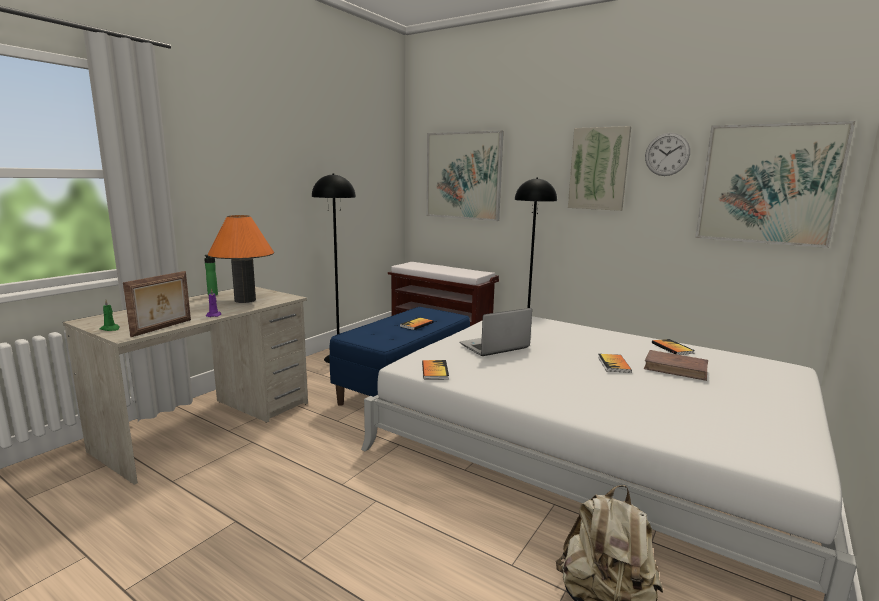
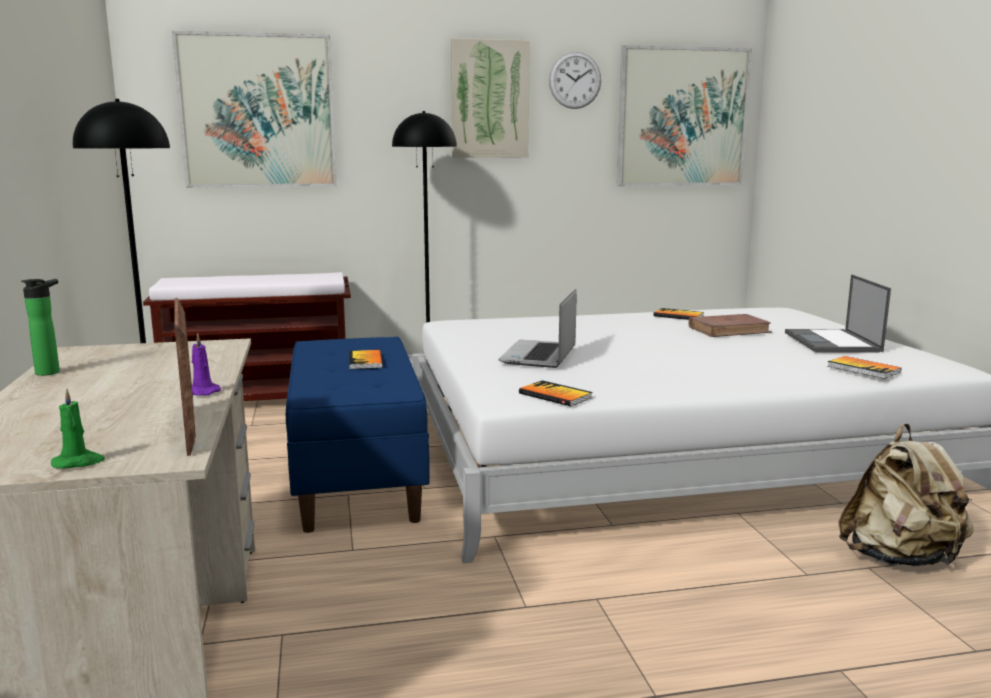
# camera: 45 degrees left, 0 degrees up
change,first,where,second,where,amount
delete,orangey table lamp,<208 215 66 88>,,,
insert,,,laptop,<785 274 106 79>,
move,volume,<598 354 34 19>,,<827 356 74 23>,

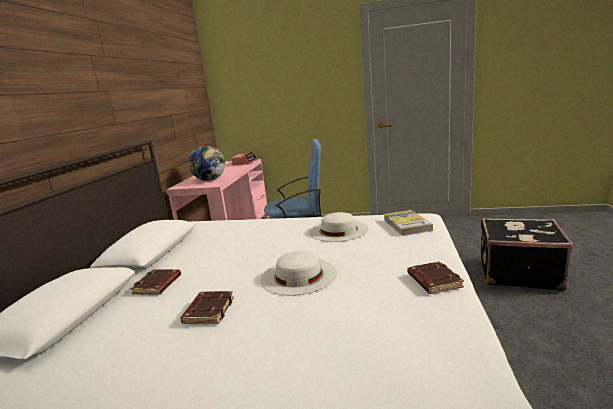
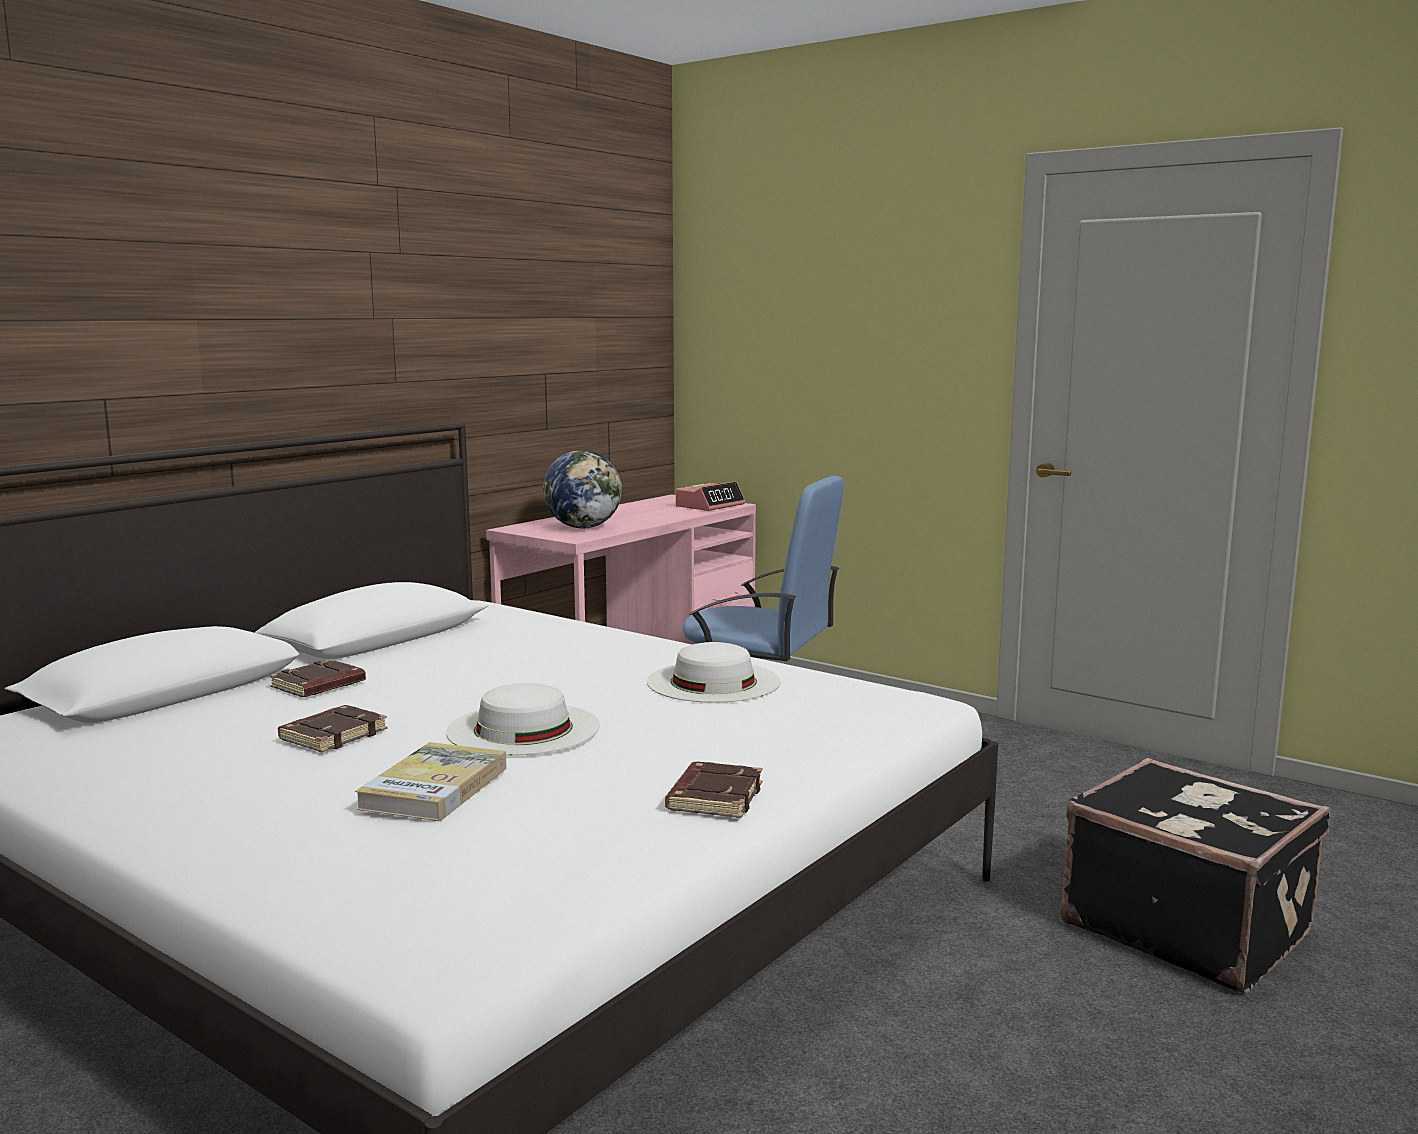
# camera: 25 degrees right, 5 degrees down
change,first,where,second,where,amount
move,volume,<384 210 49 26>,,<355 742 152 79>,

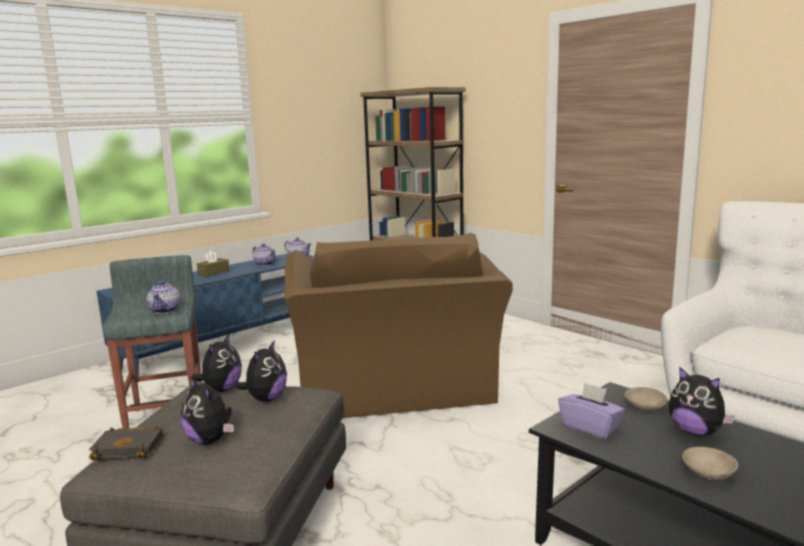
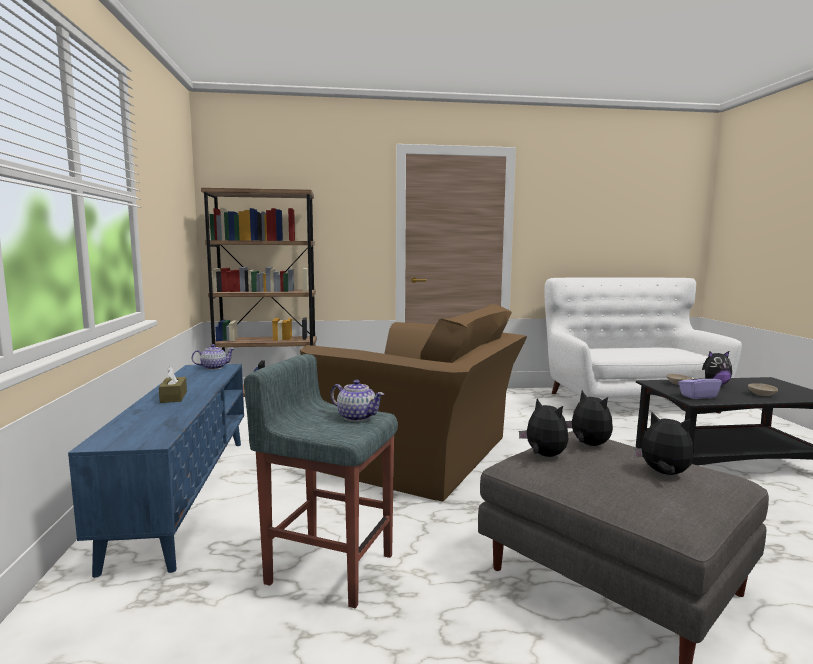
# camera: 55 degrees left, 5 degrees down
change,first,where,second,where,amount
delete,blackish volume,<89 426 74 34>,,,
delete,teapot,<253 243 23 23>,,,
rotate,soft toy,<181 377 53 68>,,<634 411 60 64>,135 degrees counterclockwise

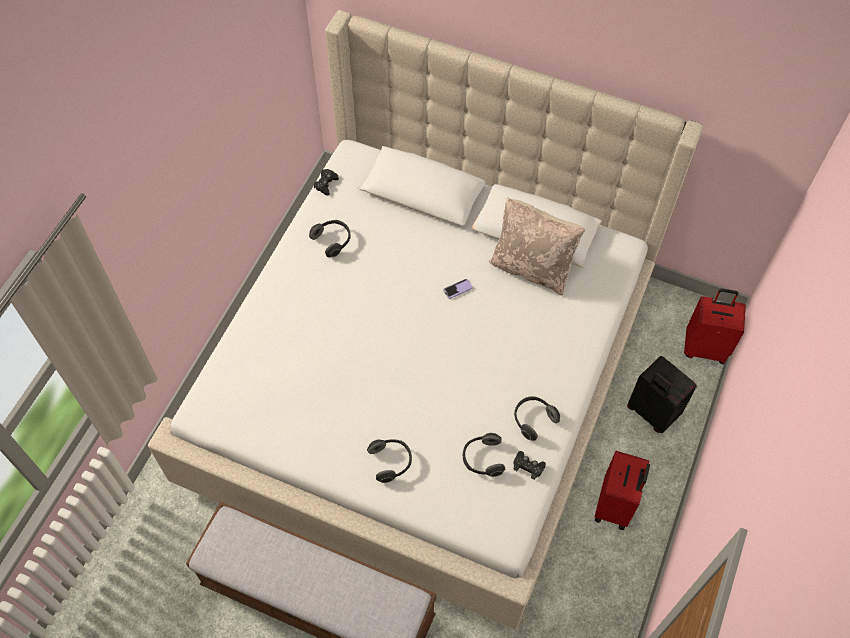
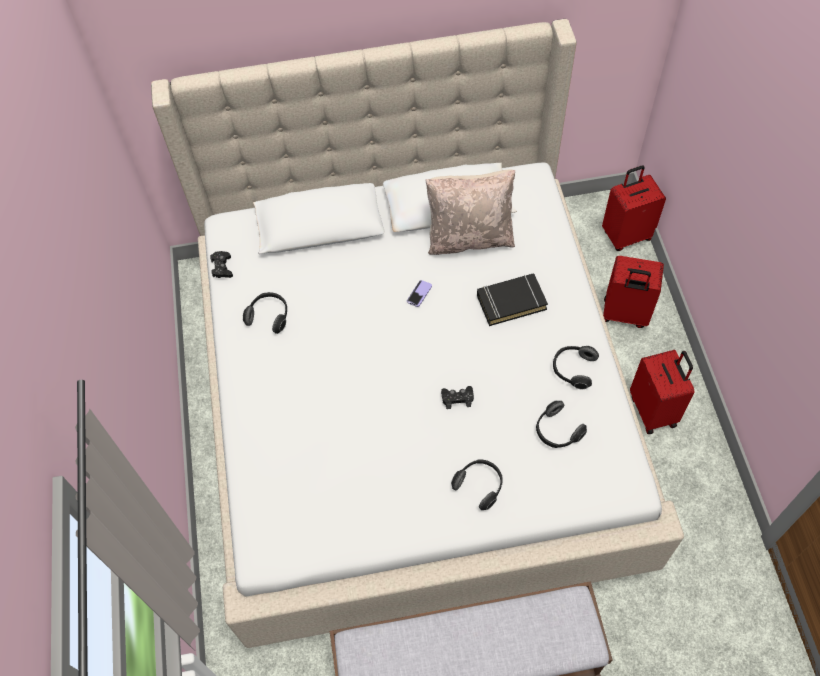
# camera: 30 degrees left, 0 degrees up
change,first,where,second,where,amount
insert,,,blackish volume,<477 273 71 53>,
move,blackish gamepad,<513 451 33 29>,,<441 386 33 23>,
recolor,blackish suitcase,<627 356 70 77>,red suitcase,<603 256 61 72>,

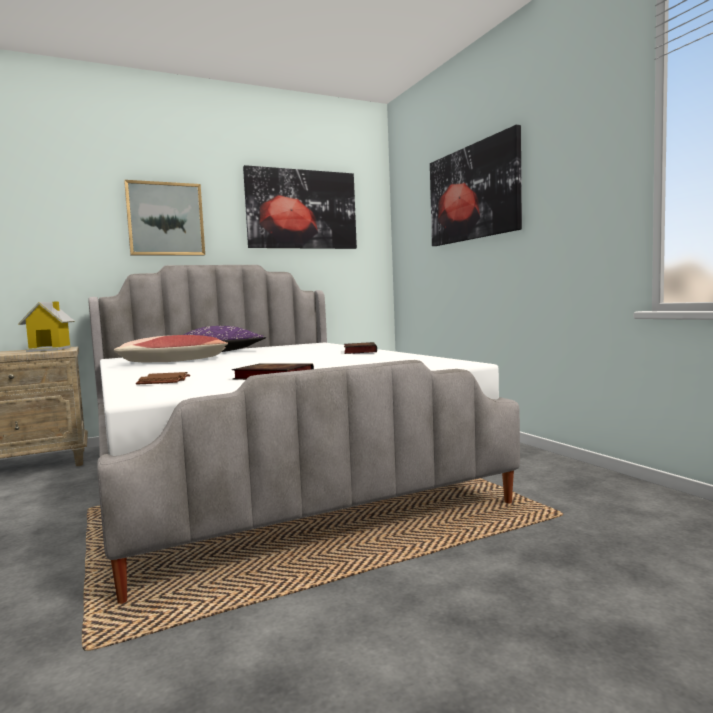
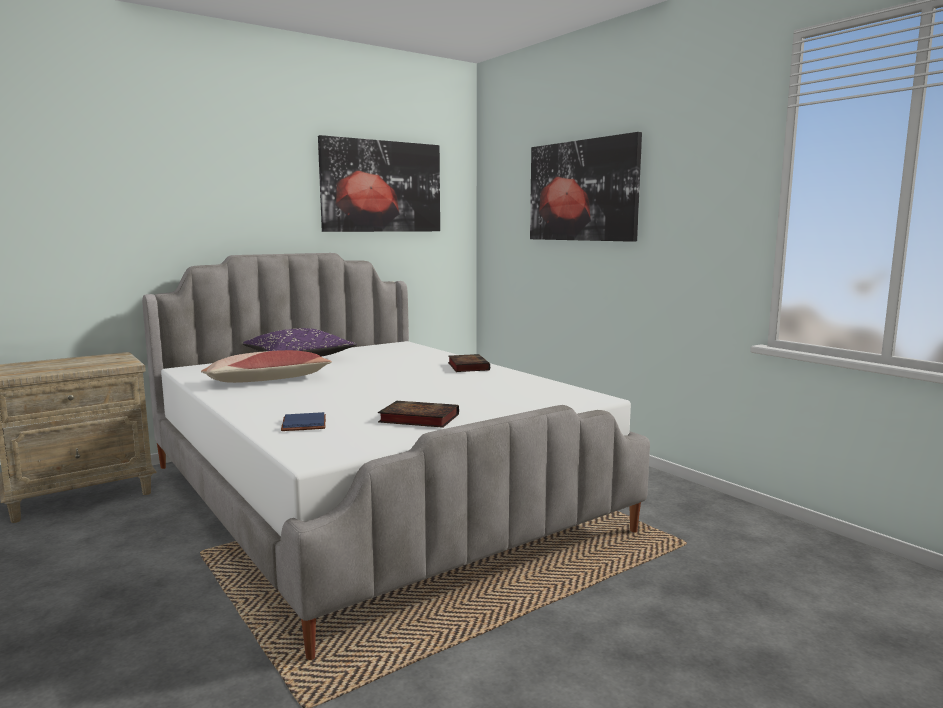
# camera: 10 degrees left, 5 degrees up
change,first,where,second,where,amount
delete,miniature house,<18 301 56 51>,,,
delete,picture,<124 180 81 75>,,,
recolor,brownish volume,<136 372 54 12>,bluish volume,<281 412 45 19>,

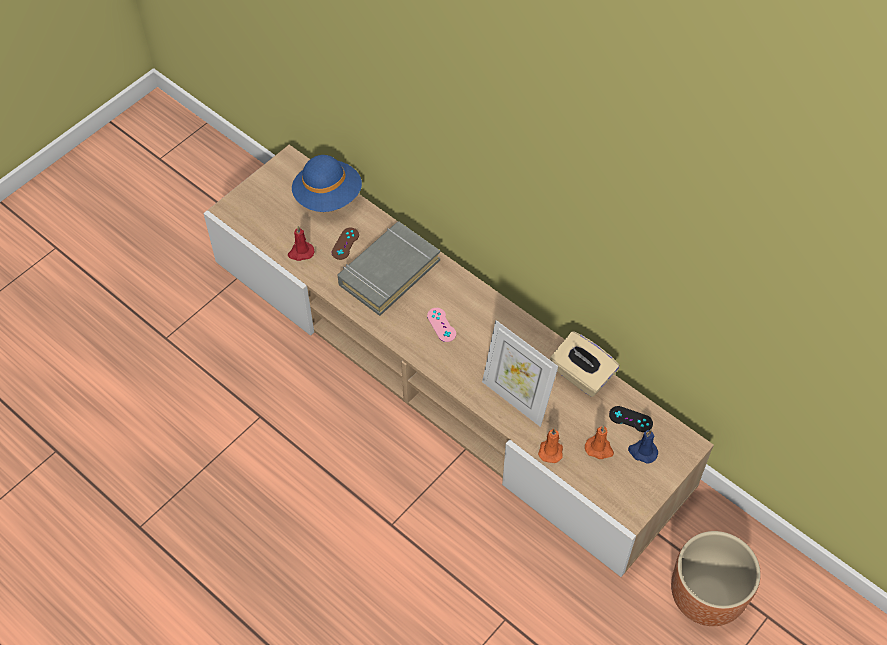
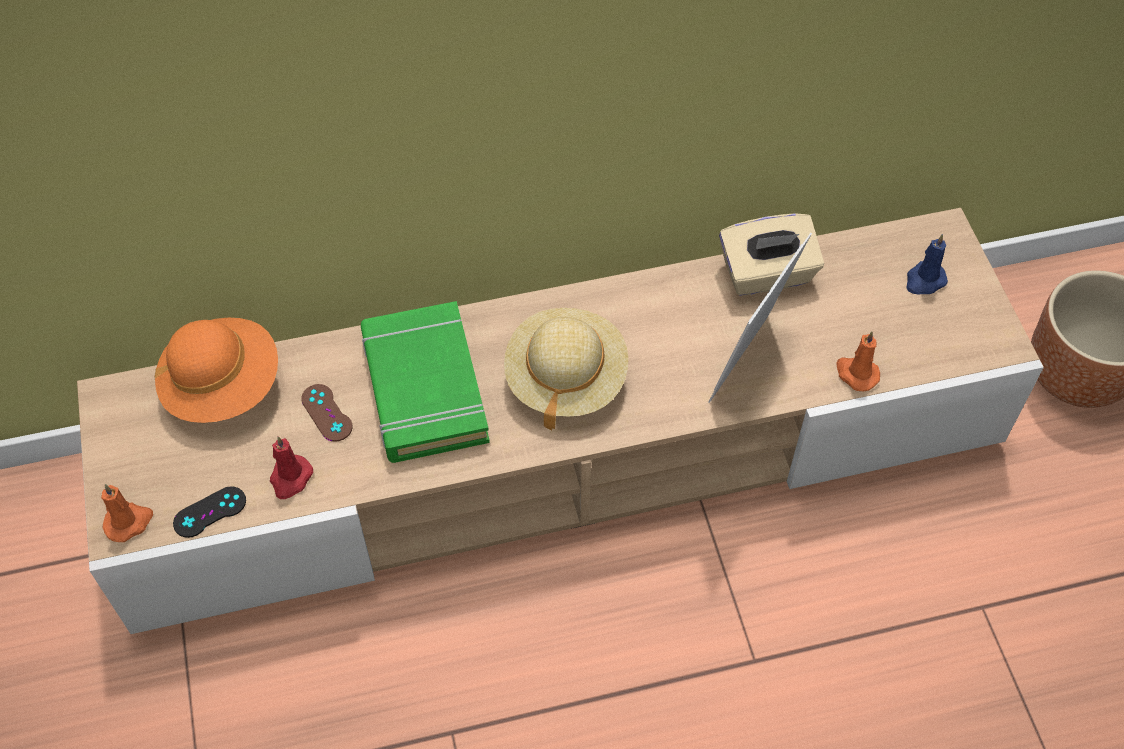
# camera: 55 degrees left, 0 degrees up
change,first,where,second,where,amount
move,orangey wax candle,<585 425 29 34>,,<101 484 52 58>,
move,blackish gamepad,<609 406 44 26>,,<173 486 73 52>,
replace,pink gamepad,<427 308 29 34>,sand-coloured clothing hat,<504 308 124 122>,
recolor,bluish clothing hat,<292 155 70 57>,orangey clothing hat,<154 318 124 105>,
recolor,grey volume,<338 222 102 94>,green volume,<361 301 129 162>,
rotate,photo frame,<482 320 76 107>,,<709 233 103 170>,135 degrees clockwise

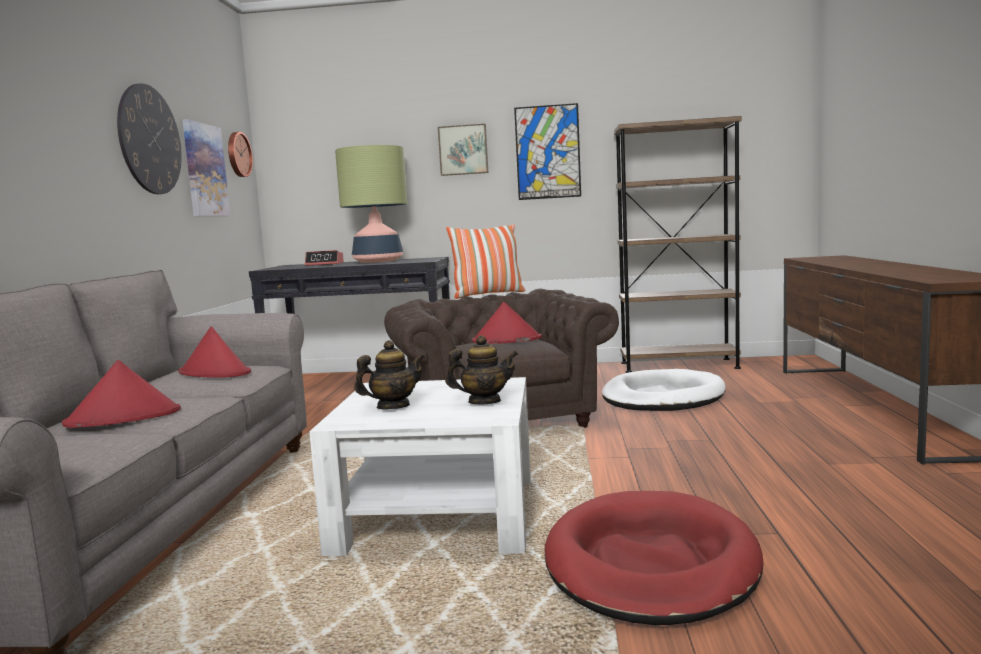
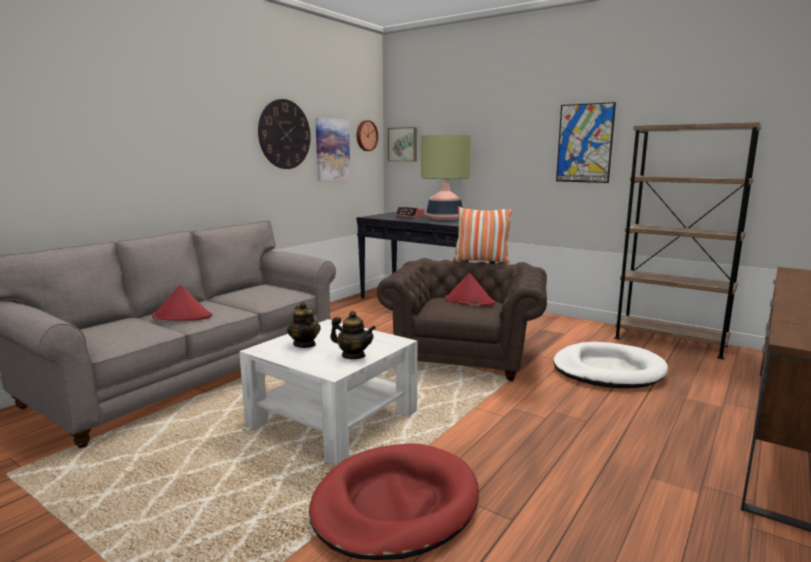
# camera: 30 degrees right, 5 degrees up
change,first,where,second,where,amount
delete,red clothing hat,<178 326 73 52>,,,
move,picture,<438 124 50 52>,,<388 127 29 34>,
rotate,teapot,<354 340 71 69>,,<287 302 34 46>,60 degrees clockwise

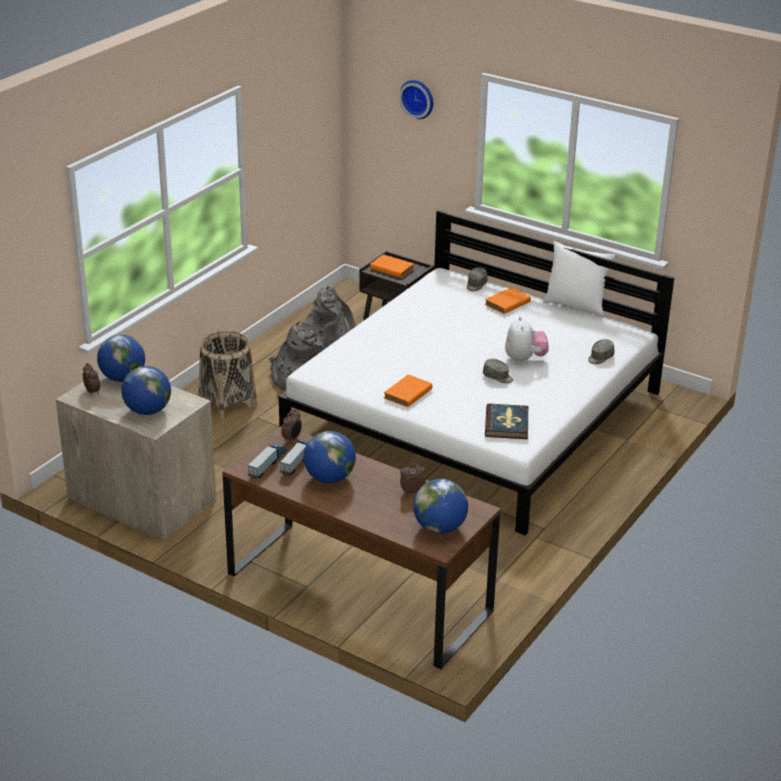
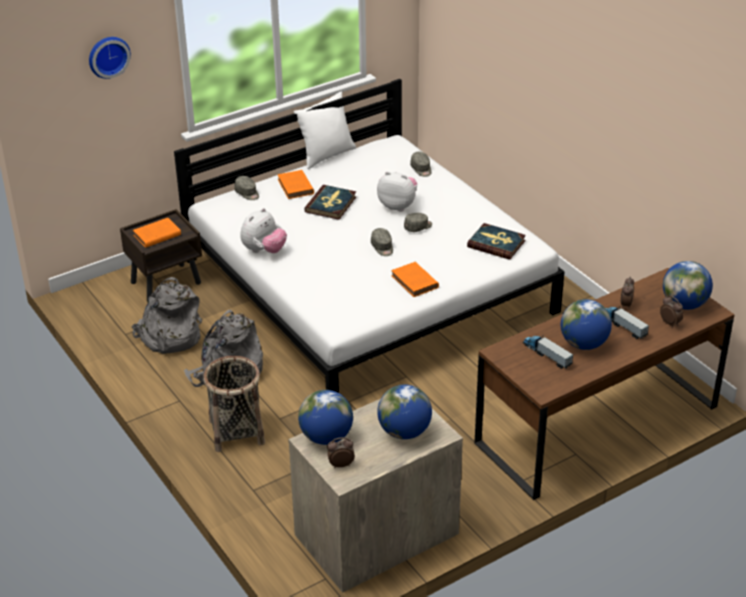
# camera: 65 degrees left, 5 degrees up
change,first,where,second,where,amount
insert,,,soft toy,<241 208 46 45>,
insert,,,volume,<304 185 52 35>,
insert,,,grey cap,<371 228 22 28>,
move,toy truck,<248 444 39 35>,,<606 306 43 33>,
move,table clock,<281 409 21 35>,,<660 295 23 33>,

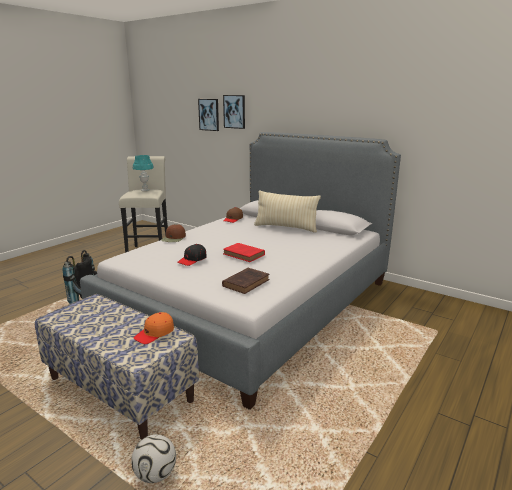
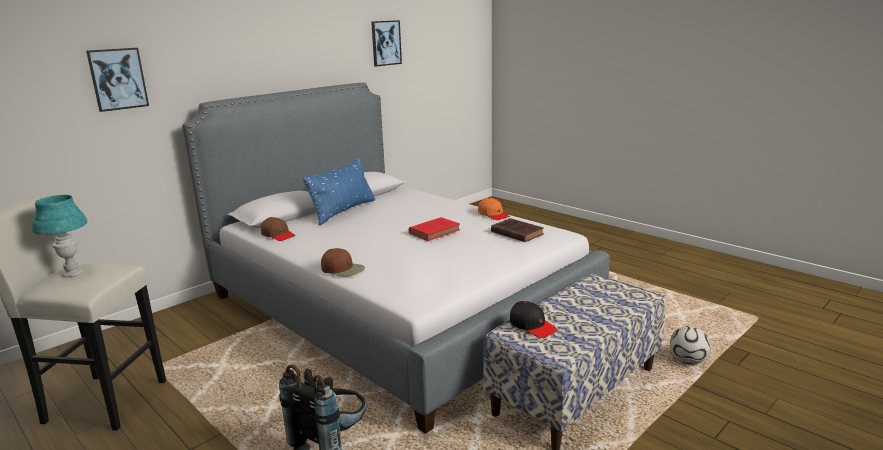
# camera: 80 degrees left, 0 degrees up
change,first,where,second,where,amount
move,orangey cap,<134 312 40 32>,,<478 197 32 23>,
move,blackish cap,<177 244 30 22>,,<510 301 47 37>,
move,picture,<198 99 21 32>,,<371 20 31 46>,
recolor,sand-coloured pillow,<254 190 67 43>,bluish pillow,<303 158 72 67>,

